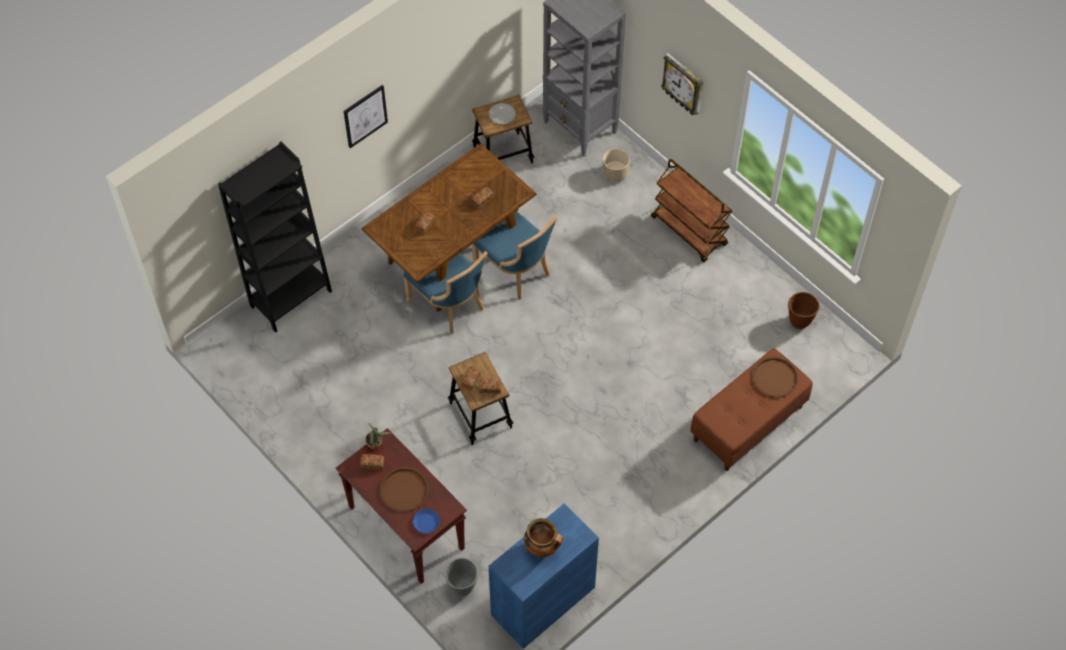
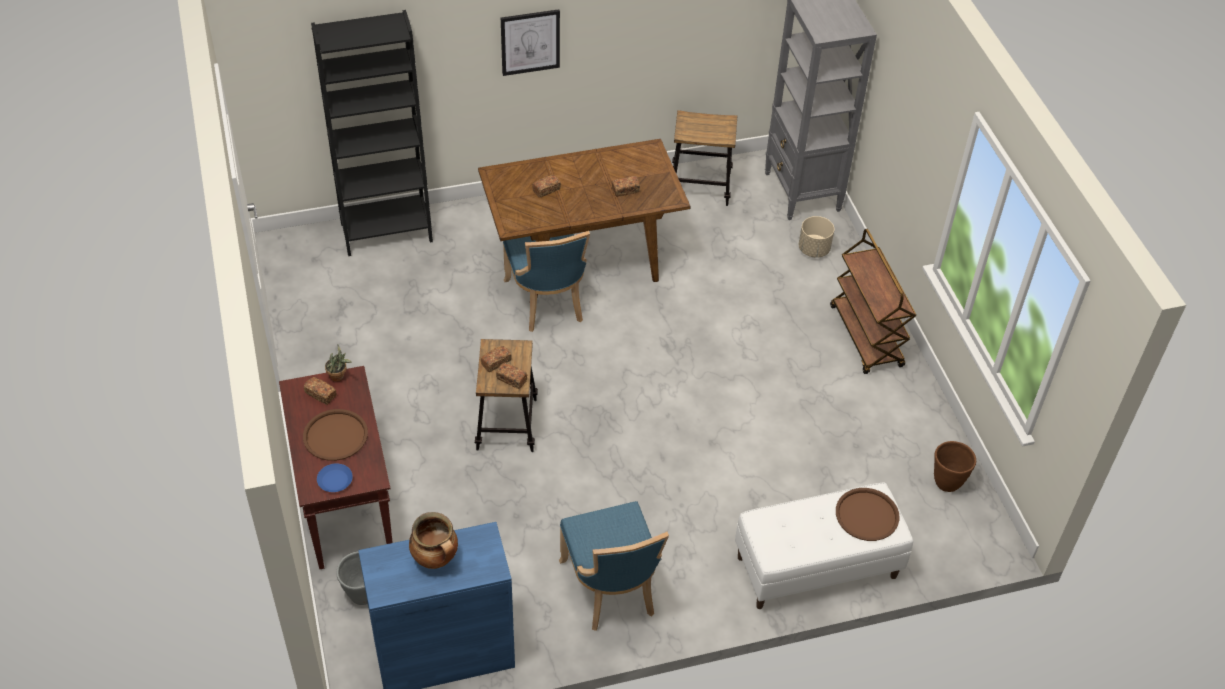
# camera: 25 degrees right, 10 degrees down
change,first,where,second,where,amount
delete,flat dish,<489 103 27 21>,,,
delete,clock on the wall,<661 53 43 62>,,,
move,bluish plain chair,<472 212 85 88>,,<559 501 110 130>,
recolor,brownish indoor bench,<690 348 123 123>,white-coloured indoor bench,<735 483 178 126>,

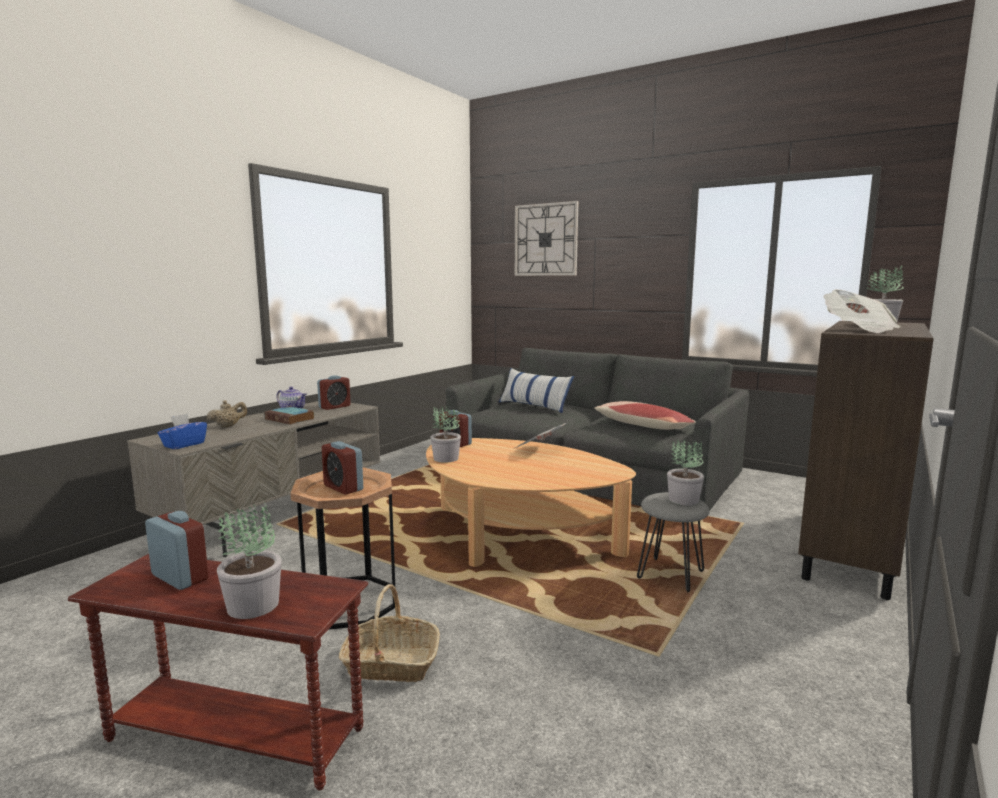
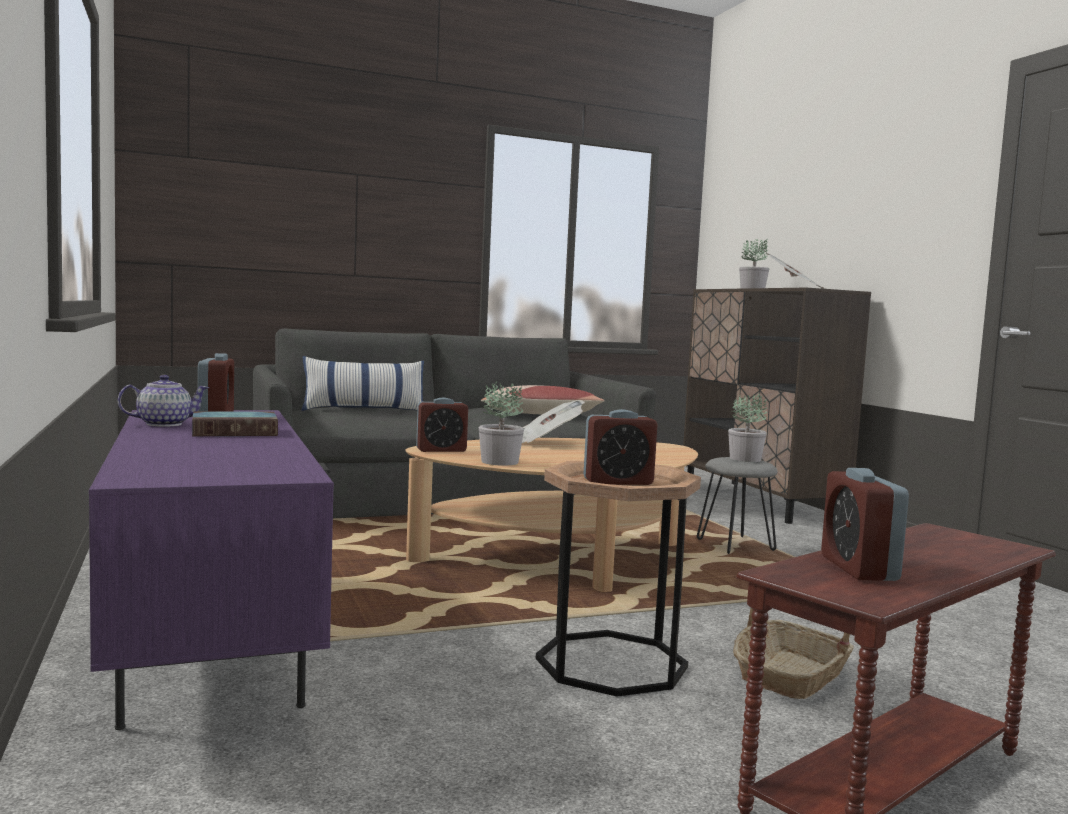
# camera: 55 degrees left, 5 degrees down
change,first,where,second,where,amount
delete,bluish box of tissues,<158 413 49 36>,,,
delete,sand-coloured teapot,<206 400 41 28>,,,
delete,houseplant,<217 504 65 115>,,,
delete,clock on the wall,<515 201 63 75>,,,
recolor,grey tv unit,<127 401 253 156>,purplish tv unit,<89 410 245 320>,
rotate,table clock,<145 511 64 79>,,<821 468 88 113>,75 degrees counterclockwise

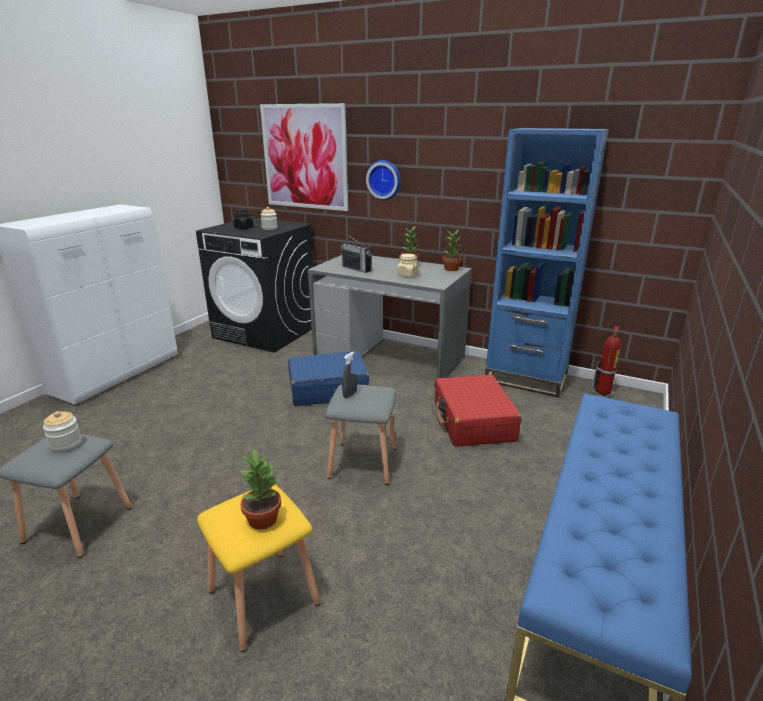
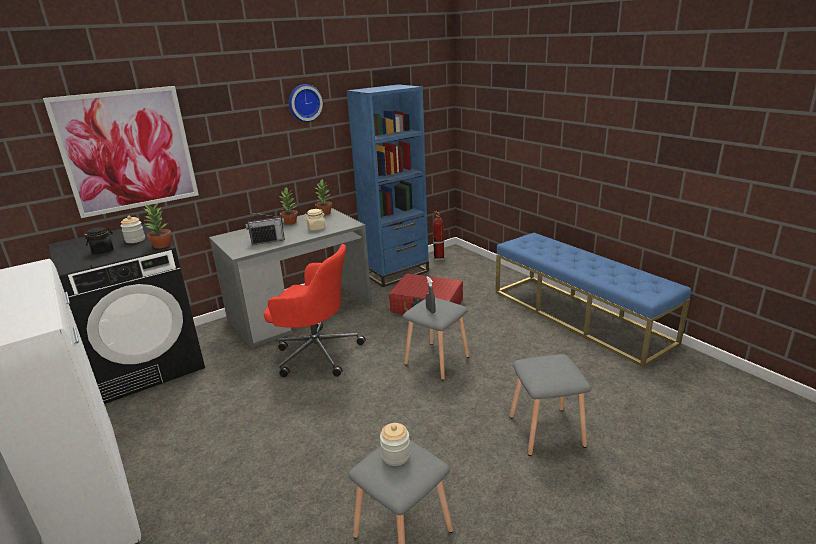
# camera: 60 degrees left, 0 degrees up
change,first,where,second,where,amount
move,houseplant,<240 449 41 81>,,<144 203 27 45>,
move,clock on the wall,<366 160 35 41>,,<289 84 34 38>,
replace,bluish suitcase,<288 351 81 55>,red desk chair,<264 244 101 133>,
recolor,yellow-coloured sitting stool,<197 484 123 168>,grey sitting stool,<510 354 81 102>,

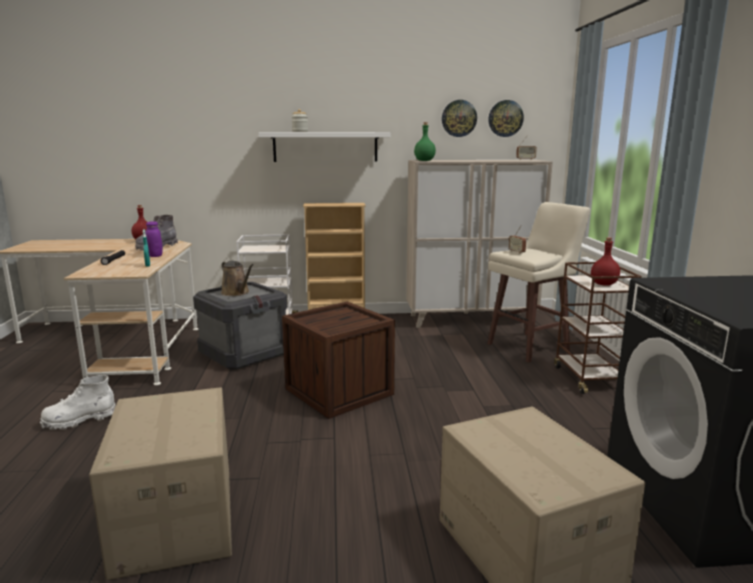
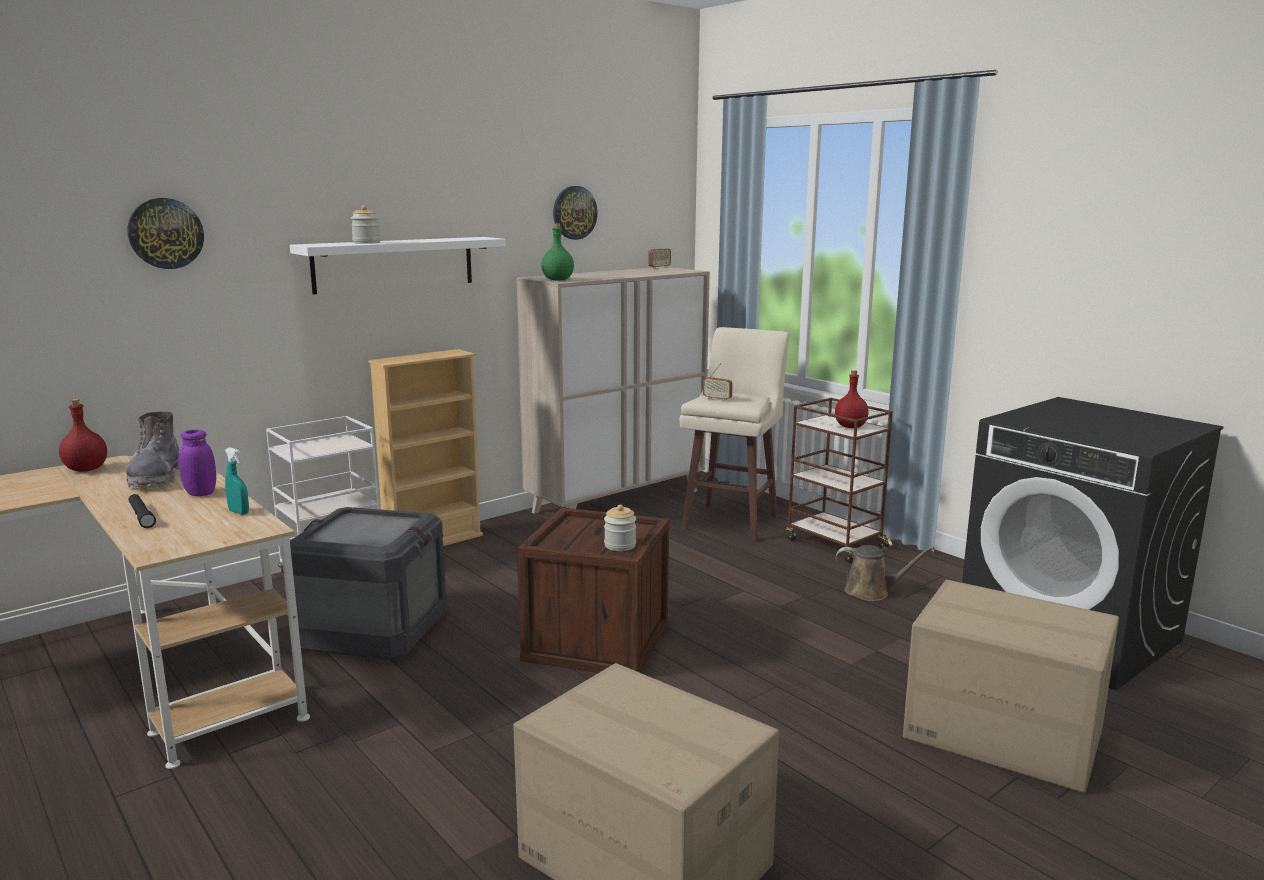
# camera: 35 degrees left, 0 degrees up
change,first,where,second,where,amount
delete,white-coloured high-top boot,<40 375 76 55>,,,
insert,,,jar,<604 505 32 46>,
move,brownish sprinkling can,<221 261 33 35>,,<835 545 100 56>,
move,clock on the wall,<488 100 36 37>,,<127 198 77 71>,

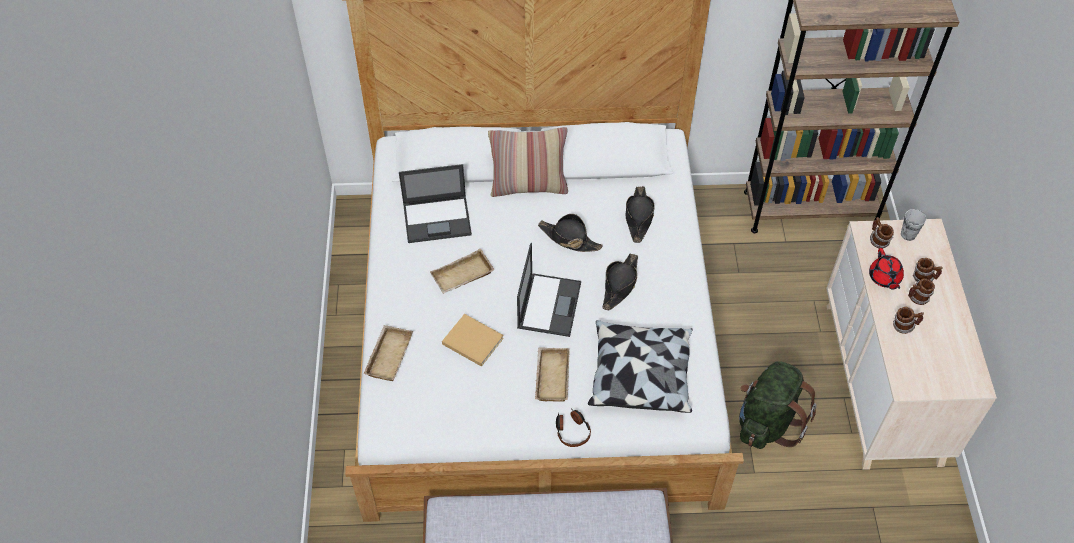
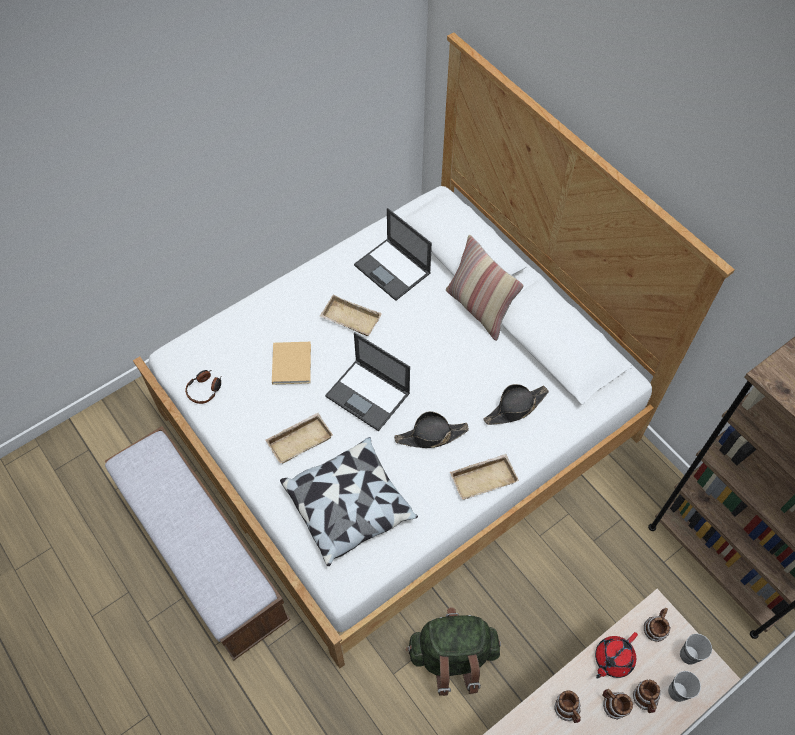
# camera: 55 degrees right, 5 degrees up
change,first,where,second,where,amount
delete,blackish clothing hat,<538 214 65 38>,,,
insert,,,small cup,<668 671 33 31>,
move,sand-coloured serving tray,<363 325 50 56>,,<450 454 69 46>,
move,headphones,<556 409 35 38>,,<185 370 36 34>,
rotate,laptop,<517 243 64 94>,,<325 332 85 99>,60 degrees clockwise

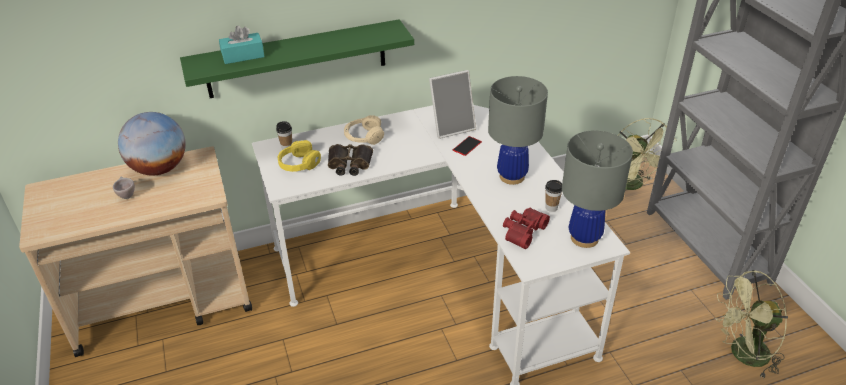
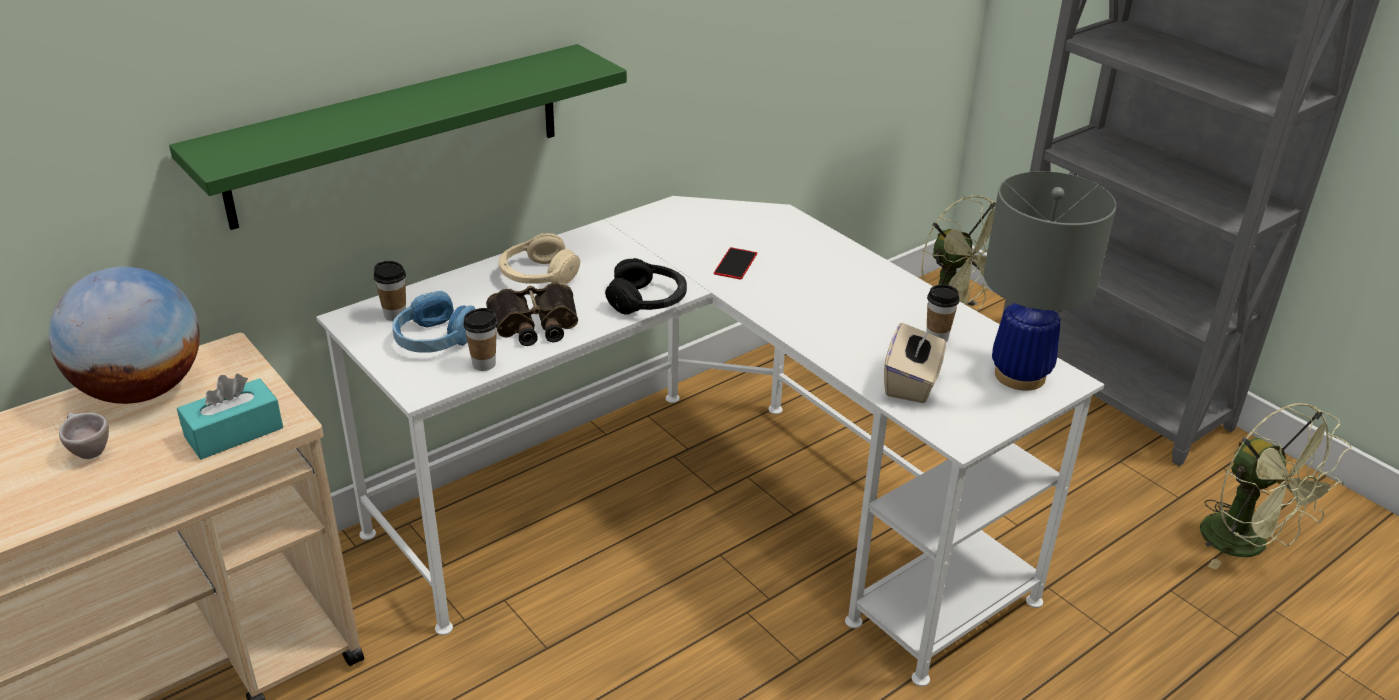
# camera: 20 degrees left, 5 degrees down
change,first,where,second,where,amount
delete,photo frame,<429 70 47 69>,,,
delete,grey table lamp,<488 76 60 109>,,,
insert,,,small cup,<463 308 34 63>,
insert,,,blackish headphones,<605 258 82 57>,
move,blue-green box of tissues,<219 25 46 39>,,<177 374 106 86>,
replace,red binoculars,<503 208 47 41>,sand-coloured box of tissues,<884 323 62 80>,
recolor,yellow-coloured headphones,<277 140 44 32>,bluish headphones,<392 291 83 61>,
rotate,green electric fan,<715 270 73 109>,,<1200 403 152 167>,90 degrees counterclockwise

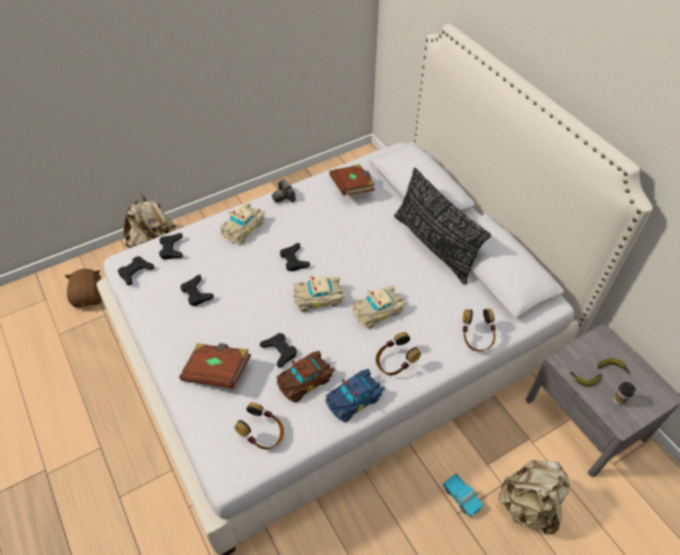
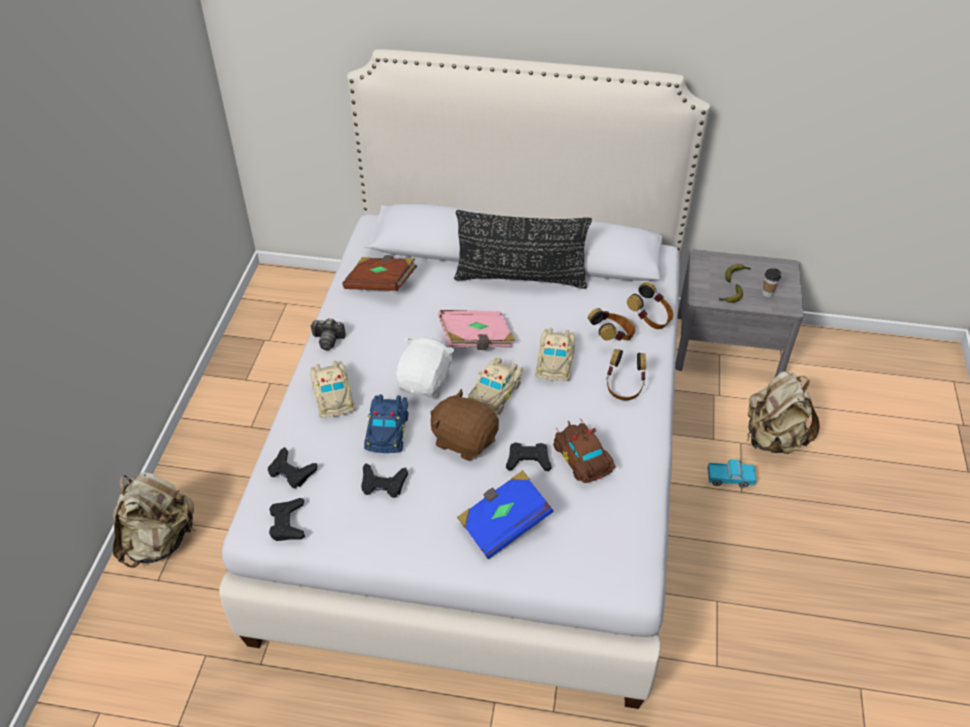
# camera: 50 degrees left, 5 degrees down
change,first,where,second,where,amount
insert,,,pink volume,<438 310 77 40>,
move,brownish soft toy,<64 269 38 38>,,<430 389 69 72>,
move,headphones,<234 402 50 48>,,<588 308 48 33>,
move,bluish model car,<325 369 60 53>,,<364 394 45 59>,
replace,blackish gamepad,<280 243 30 29>,white-coloured soft toy,<395 337 60 61>,
recolor,brownish volume,<179 343 72 45>,bluish volume,<457 470 97 89>,
rotate,brownish model car,<276 351 59 52>,,<553 418 63 65>,150 degrees clockwise

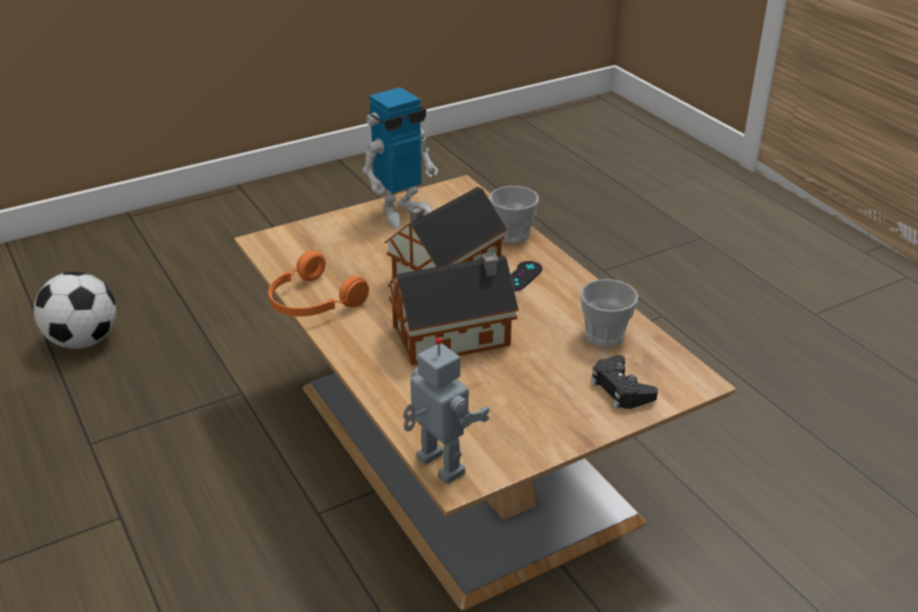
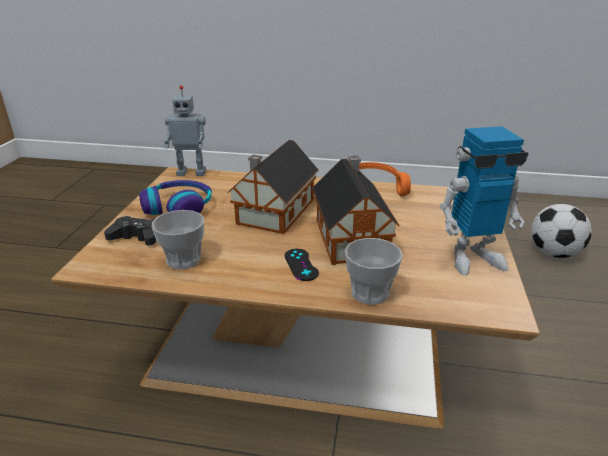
# camera: 130 degrees right, 5 degrees down
change,first,where,second,where,amount
insert,,,headphones,<139 180 73 35>,
rotate,toy robot,<362 87 76 142>,,<440 126 88 150>,105 degrees counterclockwise

